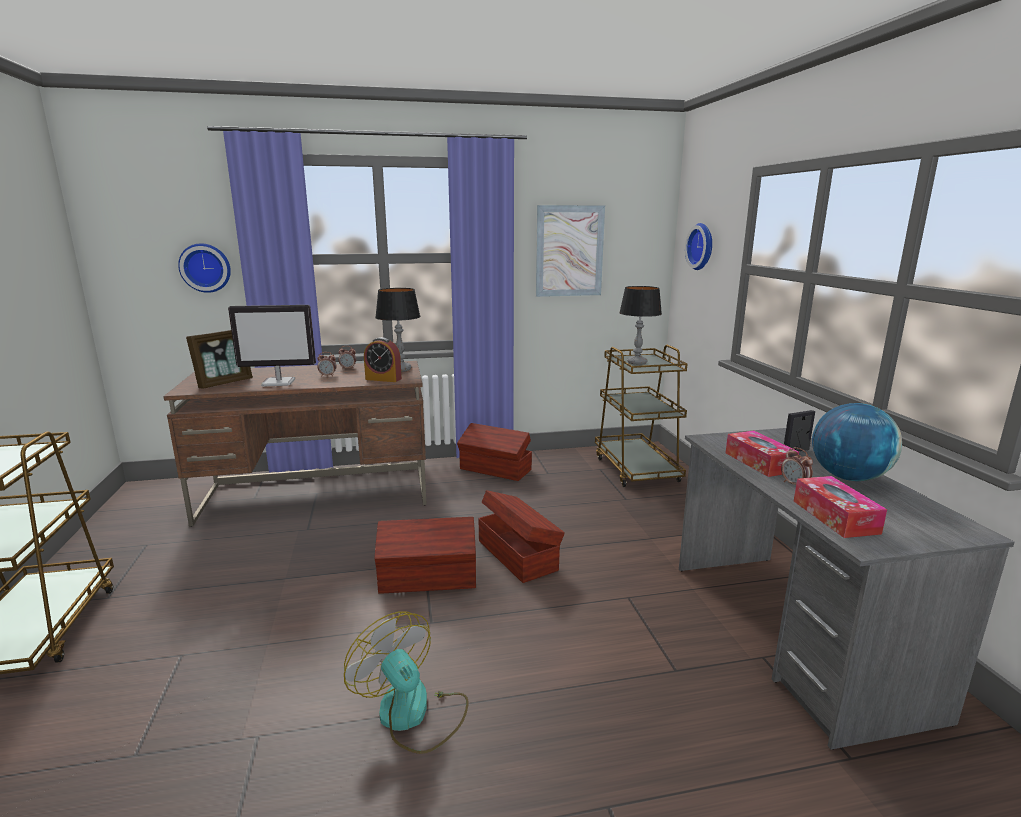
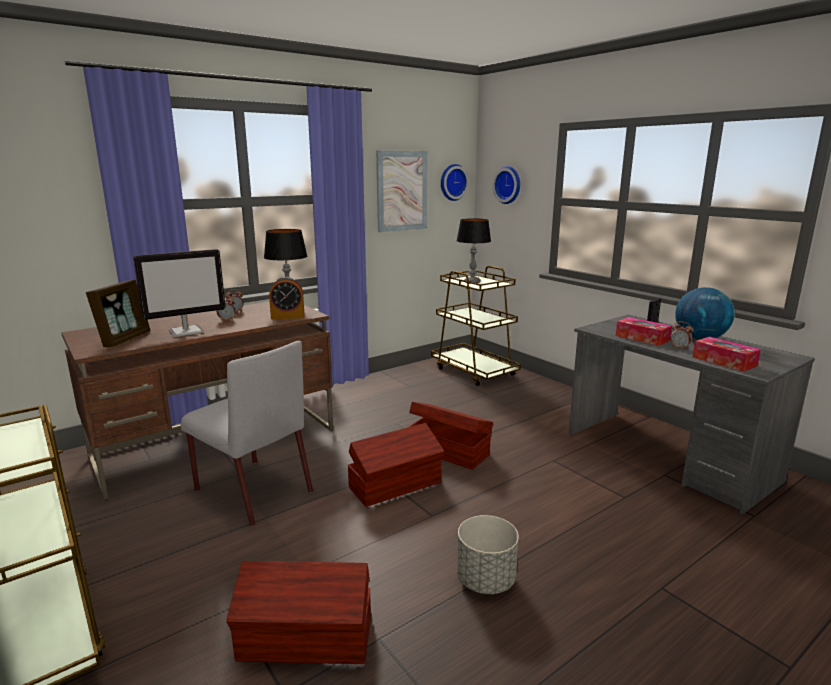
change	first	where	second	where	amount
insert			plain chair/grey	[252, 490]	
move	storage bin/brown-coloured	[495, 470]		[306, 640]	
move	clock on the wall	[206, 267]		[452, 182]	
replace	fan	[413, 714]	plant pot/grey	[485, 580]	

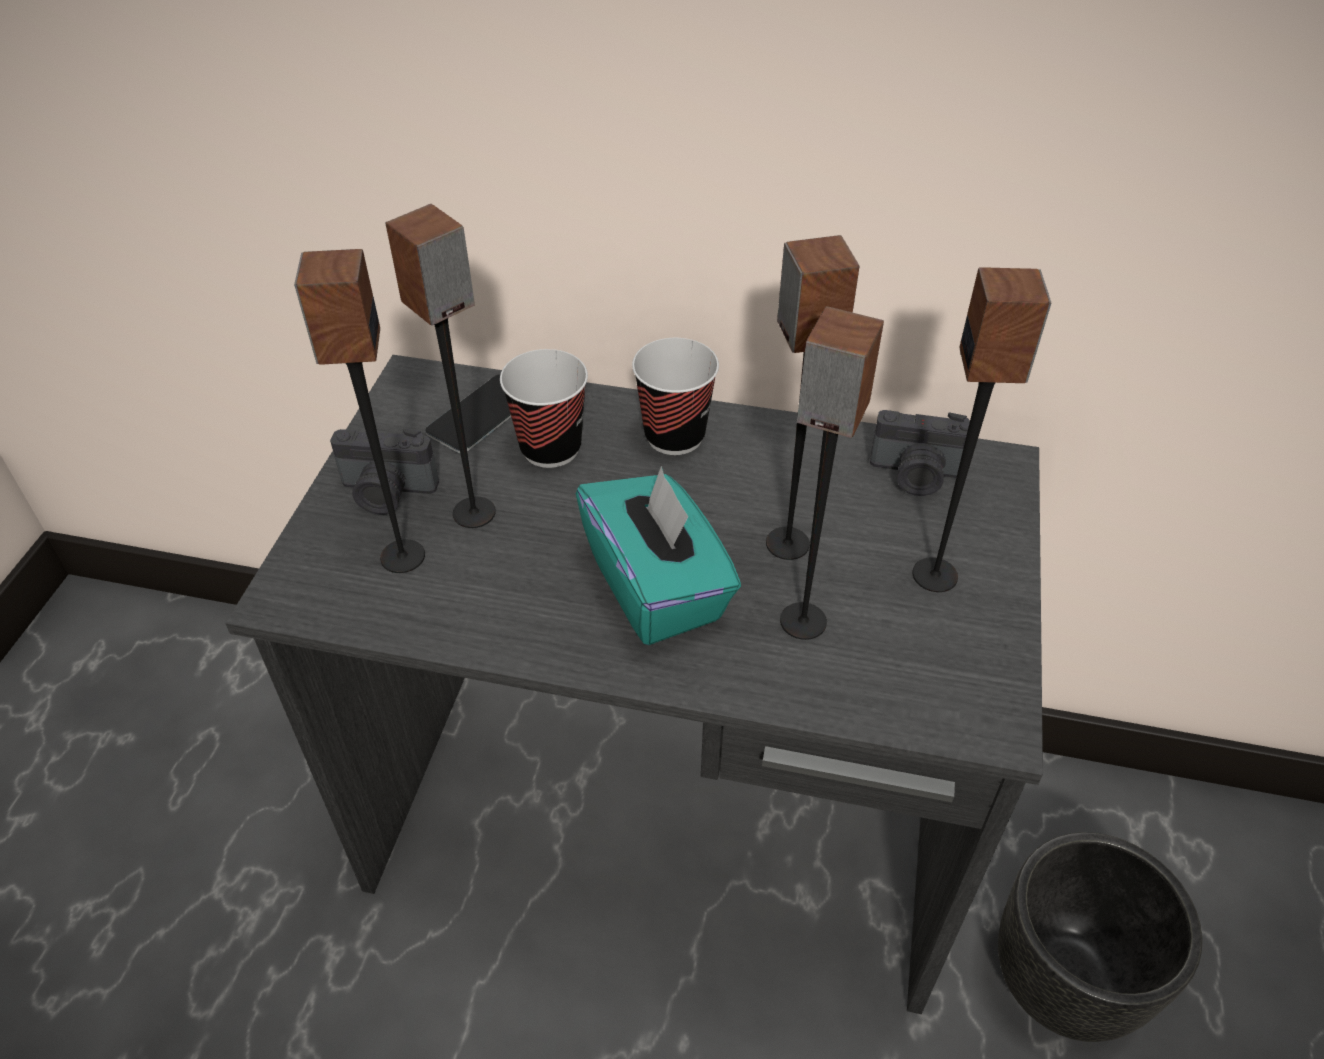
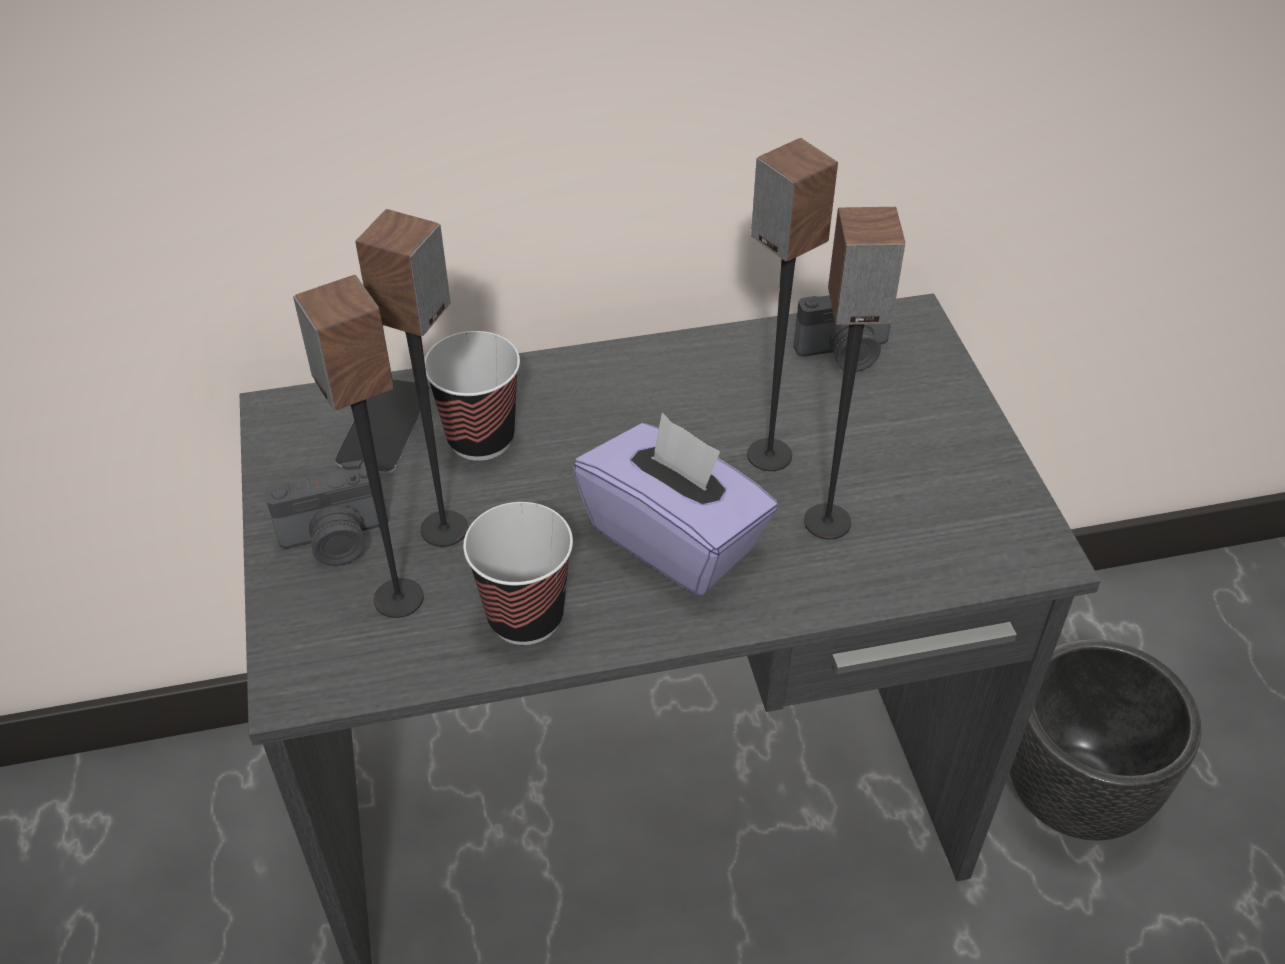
change	first	where	second	where	amount
move	cup	[674, 436]		[525, 616]	
recolor	box of tissues/turquoise	[657, 587]	box of tissues/purple-coloured	[675, 538]	
delete	audio speaker	[936, 575]			

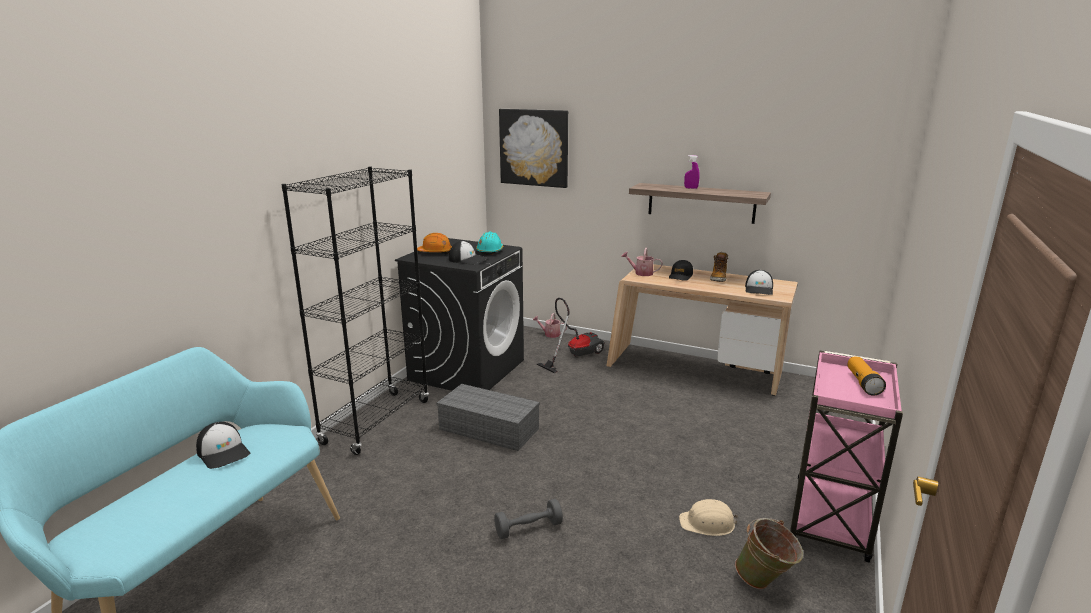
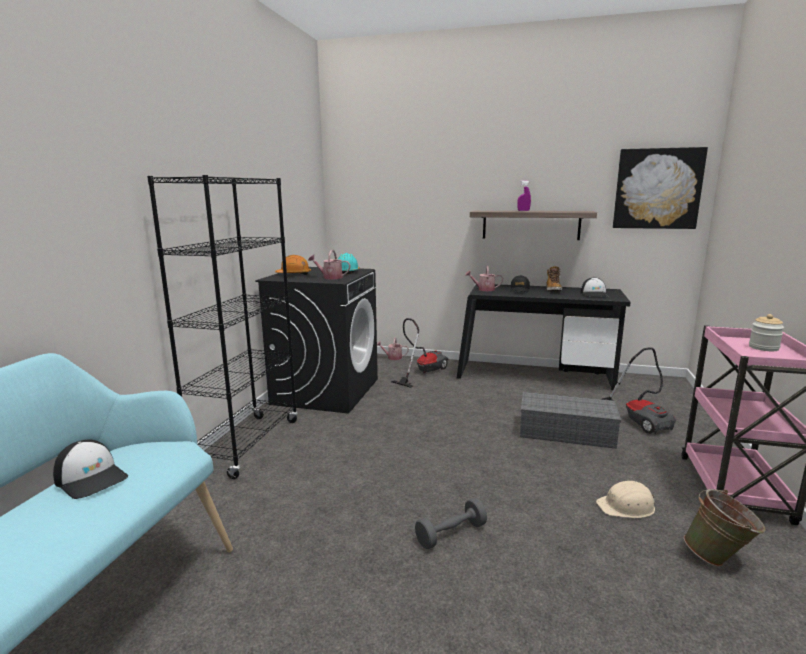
change	first	where	second	where	amount
replace	cap	[468, 259]	watering pot	[330, 277]	
recolor	desk unit/sand-coloured	[694, 370]	desk unit/black-coloured	[535, 376]	
move	storage bin/grey	[490, 428]		[567, 432]	
insert			vacuum cleaner	[638, 419]	
move	wall art	[534, 147]		[657, 189]	
replace	torch	[863, 383]	jar	[763, 348]	

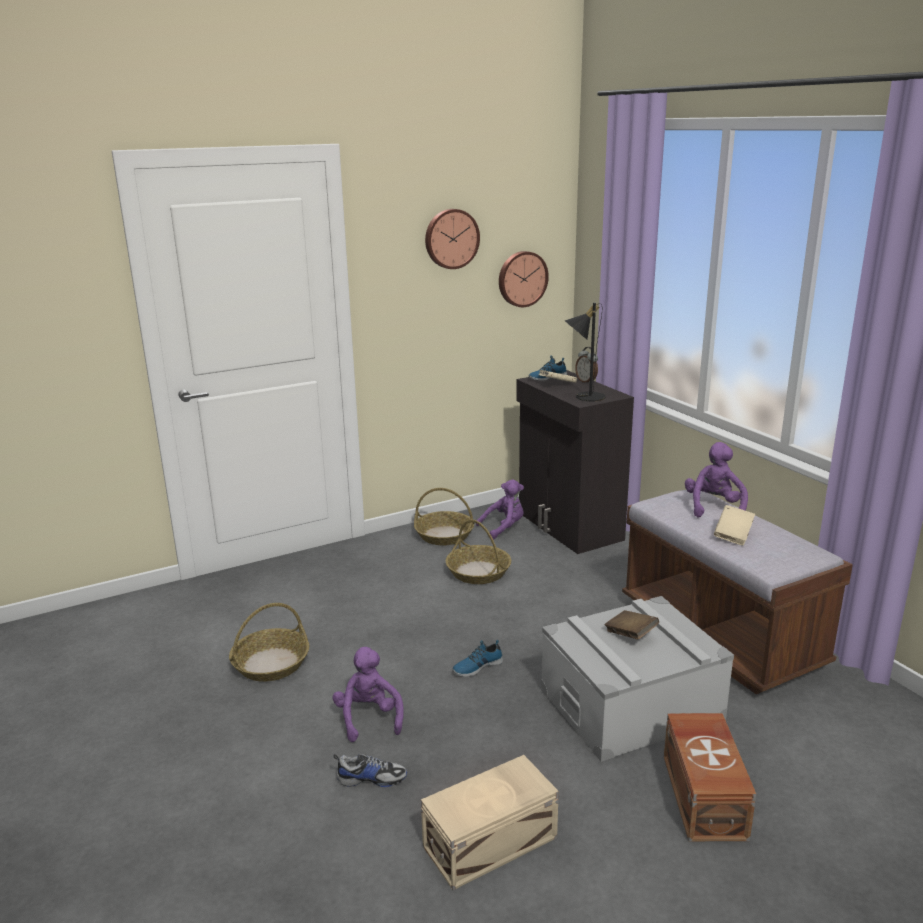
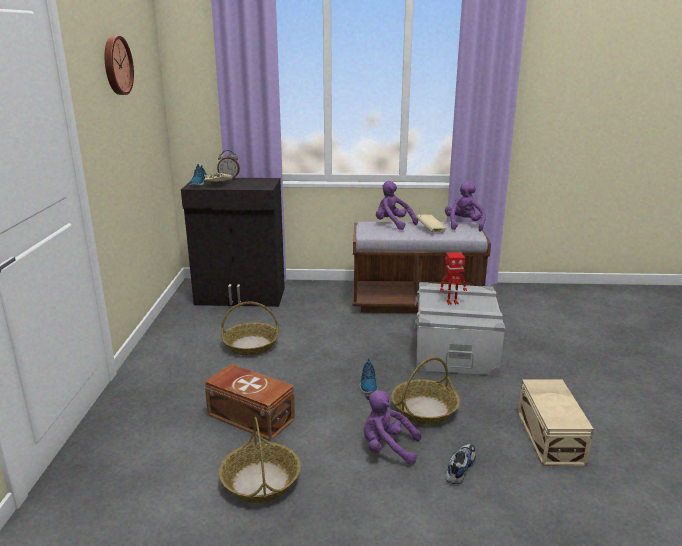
change	first	where	second	where	amount
move	storage bin/brown-coloured	[705, 795]		[250, 416]	
move	storage basket	[444, 535]		[424, 409]	
replace	bound book/brown-coloured	[630, 635]	model robot	[452, 302]	
move	plush toy/purple-coloured	[504, 528]		[463, 225]	
delete	clock on the wall	[522, 278]			
delete	table lamp/black-coloured	[584, 396]			

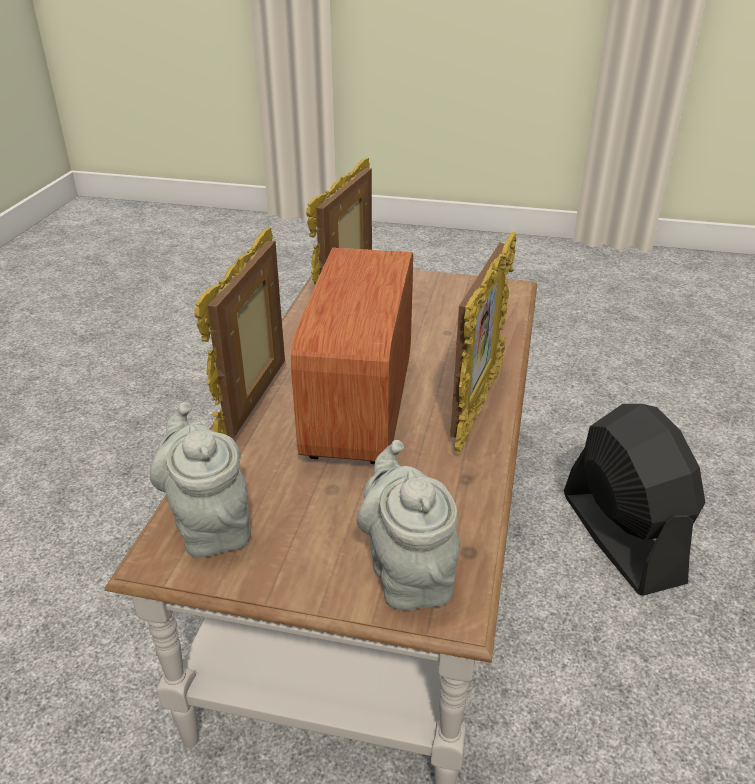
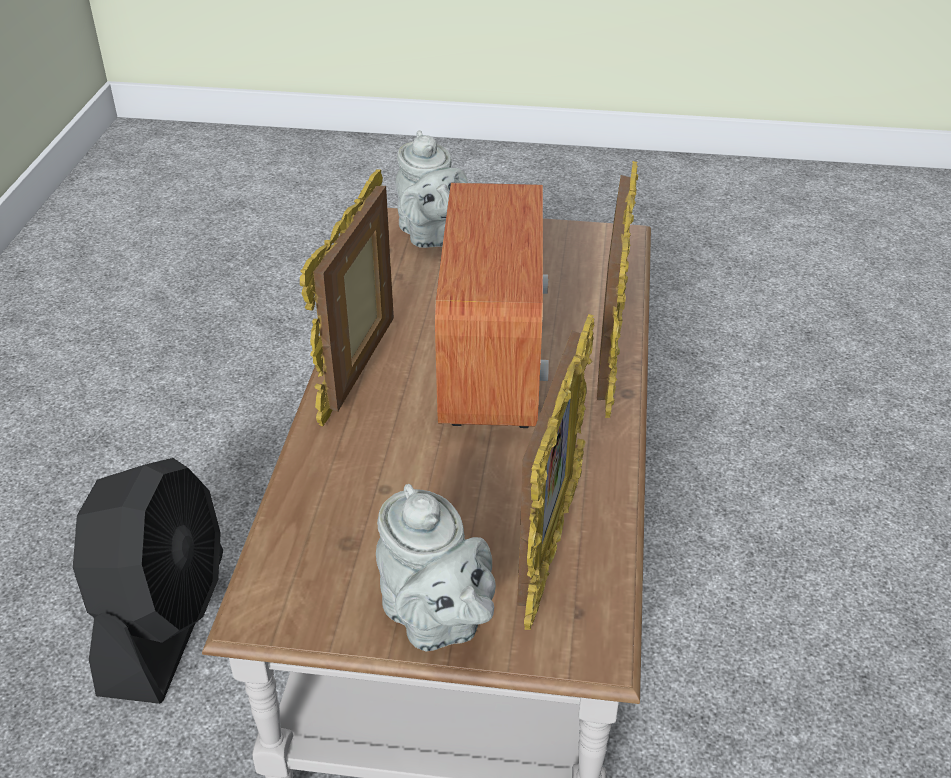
change	first	where	second	where	amount
rotate	fan/black-coloured	[620, 536]		[165, 621]	150 degrees counterclockwise
move	pot for tea/grey	[209, 524]		[435, 621]	

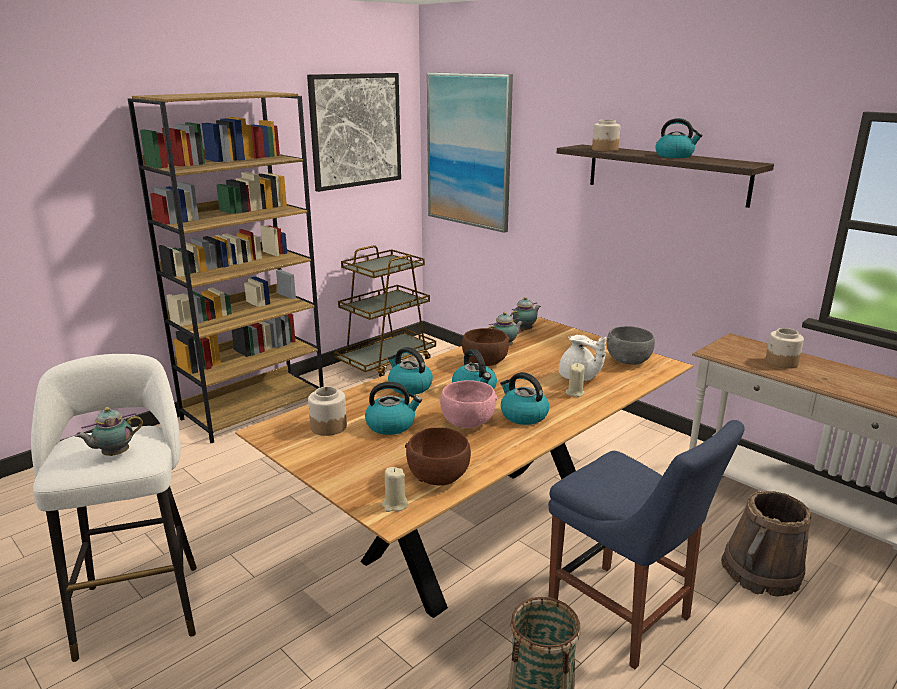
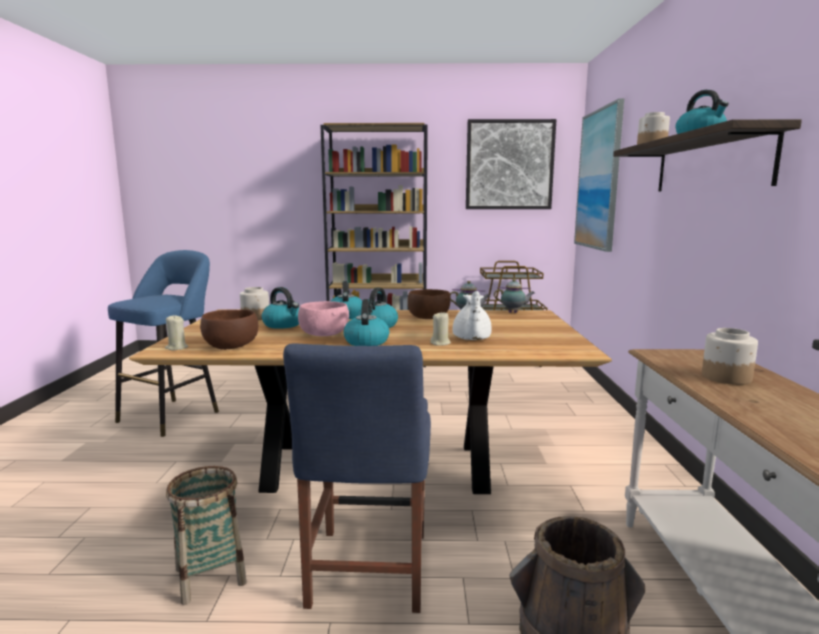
change	first	where	second	where	amount
recolor	sitting stool/whitish	[140, 604]	sitting stool/bluish	[173, 415]	
delete	pot for tea	[114, 454]			
delete	bowl/grey	[628, 360]			

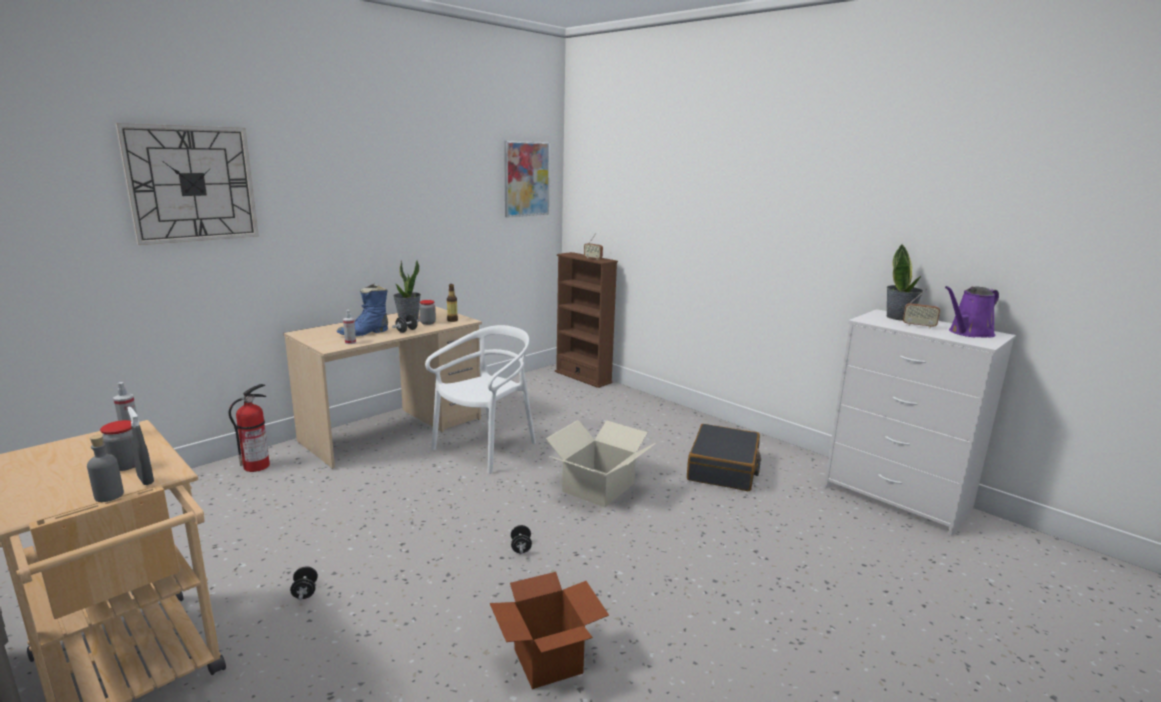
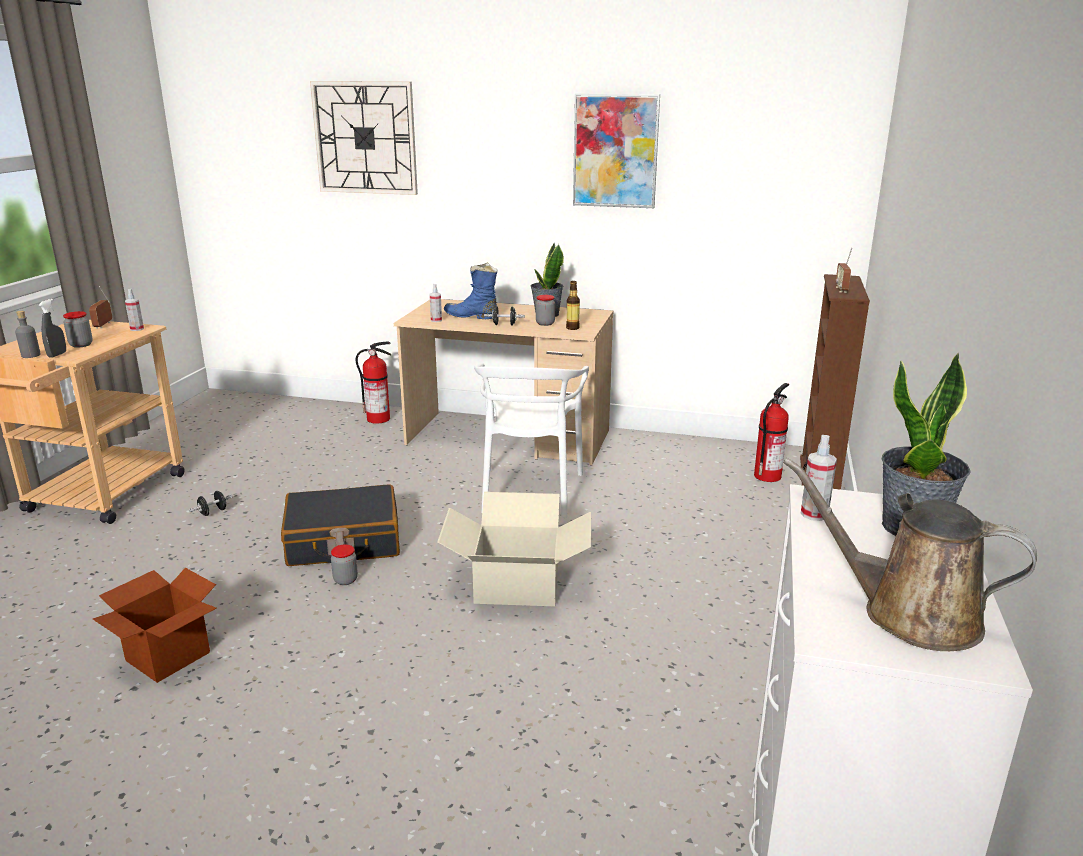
change	first	where	second	where	amount
move	radio	[919, 326]		[103, 325]	
move	suitcase/black-coloured	[723, 469]		[343, 542]	
replace	free weight/black-coloured	[521, 547]	jar	[345, 580]	
rotate	plain chair/whitish	[486, 448]		[529, 492]	90 degrees clockwise
move	wall art	[526, 179]		[615, 151]	
insert			fire extinguisher	[767, 476]	
recolor	watering pot/purple-coloured	[968, 333]	watering pot/brown-coloured	[909, 615]	
insert			sprayer	[814, 514]	

